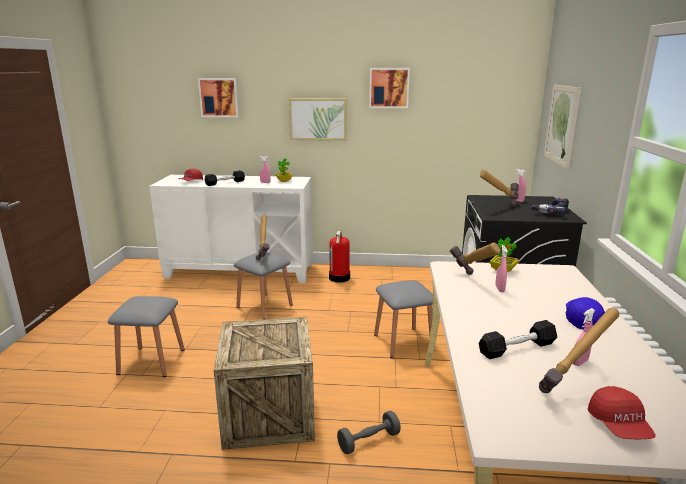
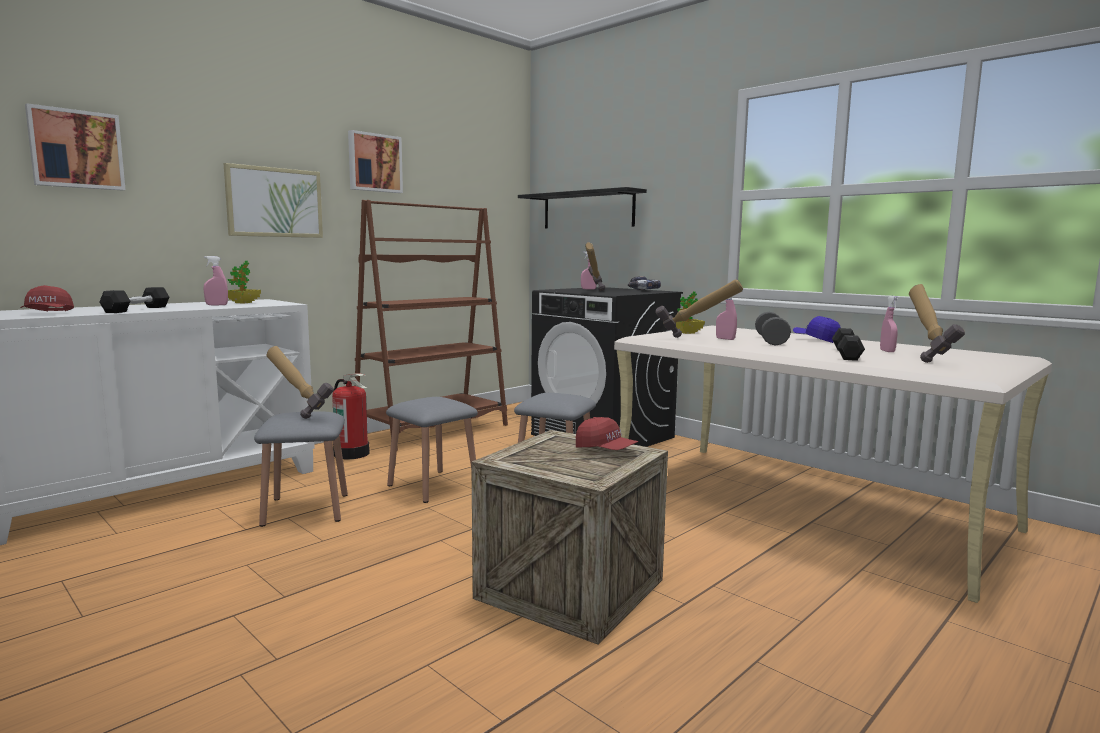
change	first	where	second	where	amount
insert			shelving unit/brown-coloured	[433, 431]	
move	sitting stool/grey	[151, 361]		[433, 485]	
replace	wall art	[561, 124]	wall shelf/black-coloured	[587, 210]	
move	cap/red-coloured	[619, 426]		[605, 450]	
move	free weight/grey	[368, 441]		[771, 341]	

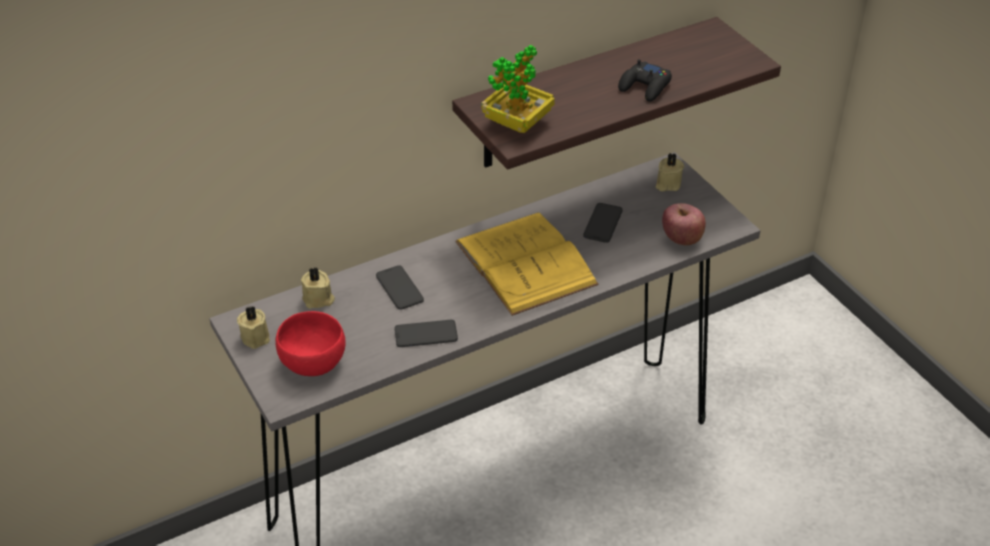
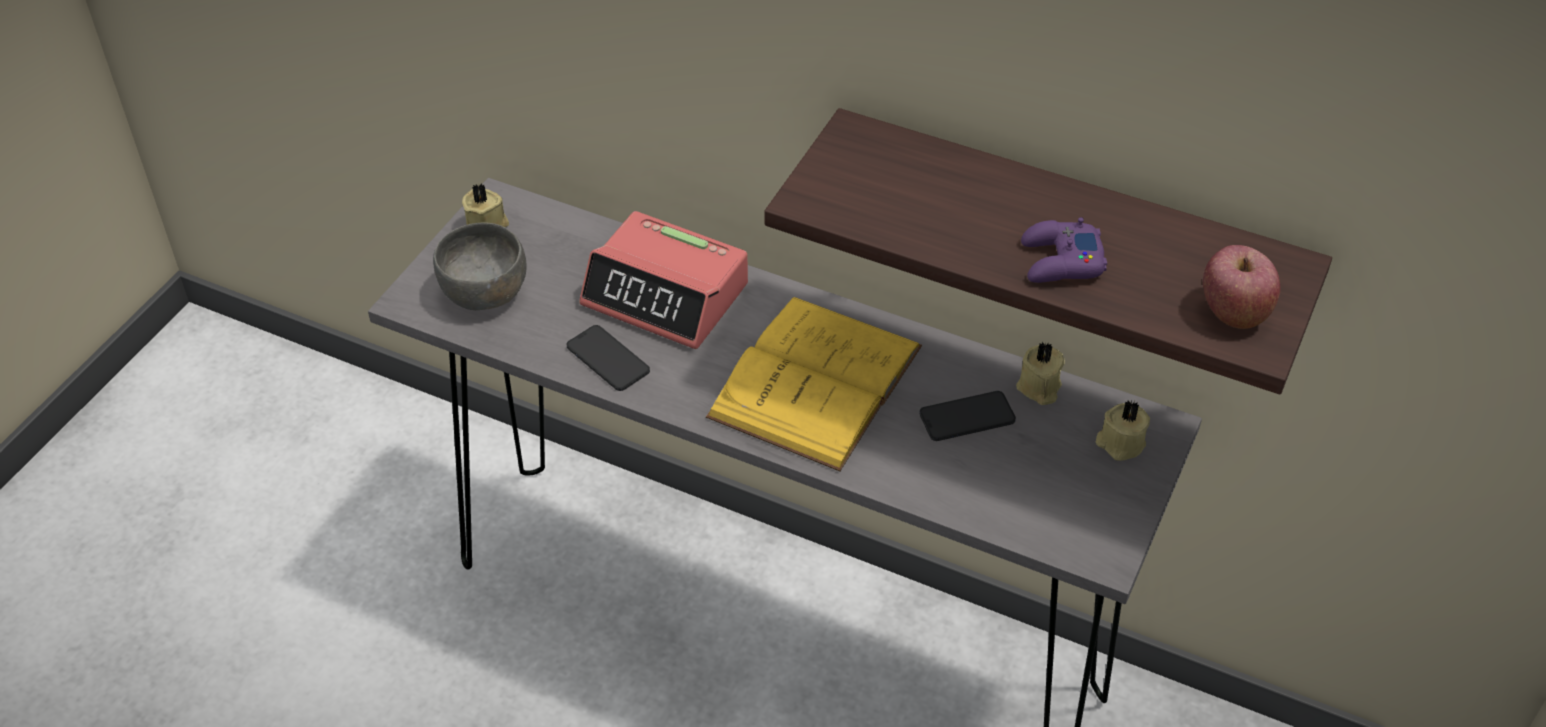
change	first	where	second	where	amount
recolor	bowl/red-coloured	[314, 362]	bowl/grey	[485, 292]	
replace	telephone	[399, 288]	alarm clock	[666, 295]	
move	wax light/sand-coloured	[318, 299]		[1039, 388]	
recolor	game controller/black-coloured	[645, 87]	game controller/purple-coloured	[1061, 261]	
move	apple fruit	[681, 239]		[1233, 312]	
delete	plant in a pot	[517, 123]			

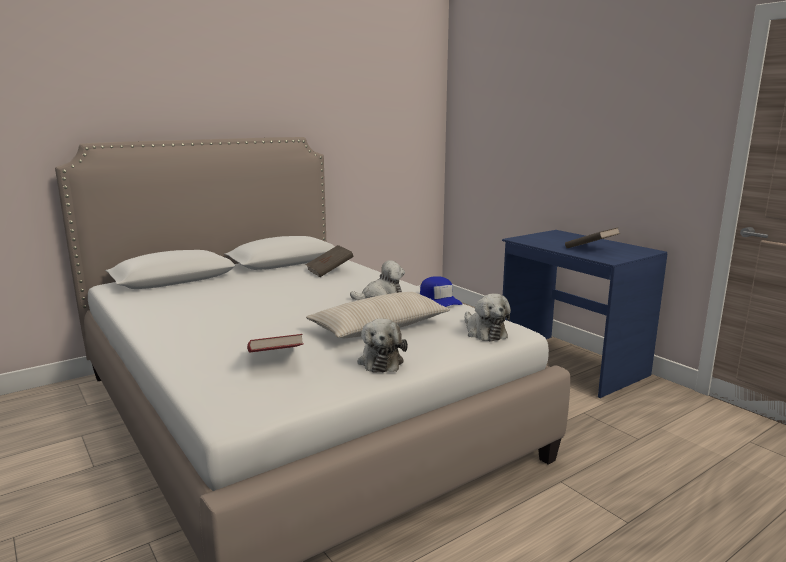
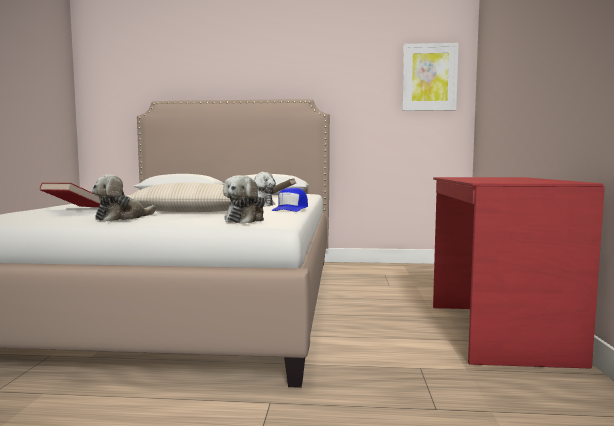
change	first	where	second	where	amount
insert			wall art	[429, 77]	
recolor	desk unit/bluish	[570, 364]	desk unit/red-coloured	[496, 332]	
delete	bound book/brown-coloured	[590, 249]			

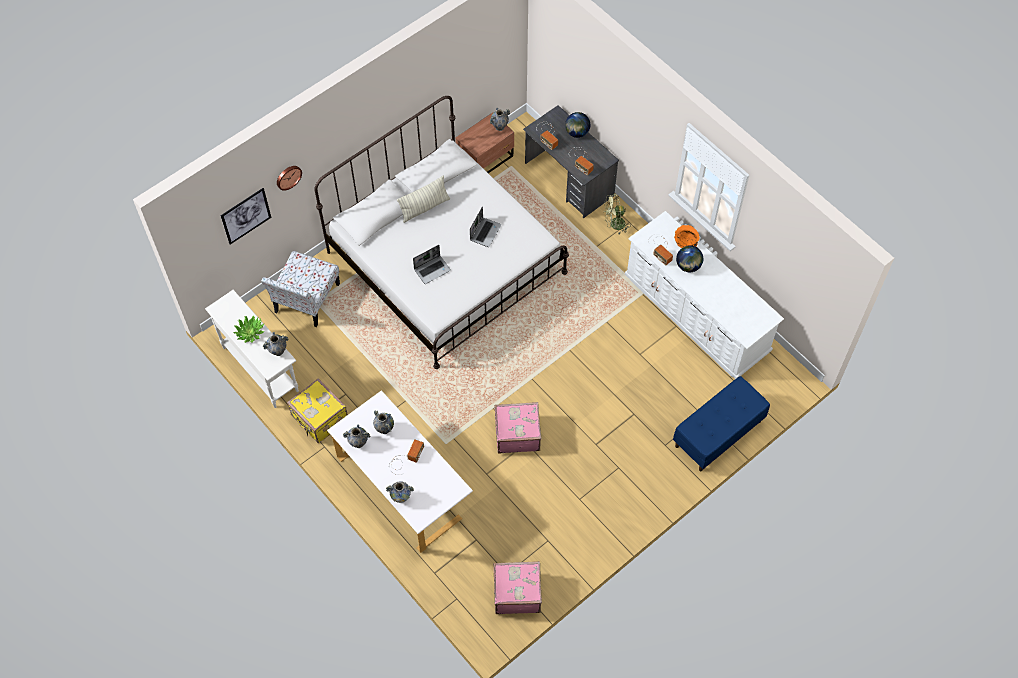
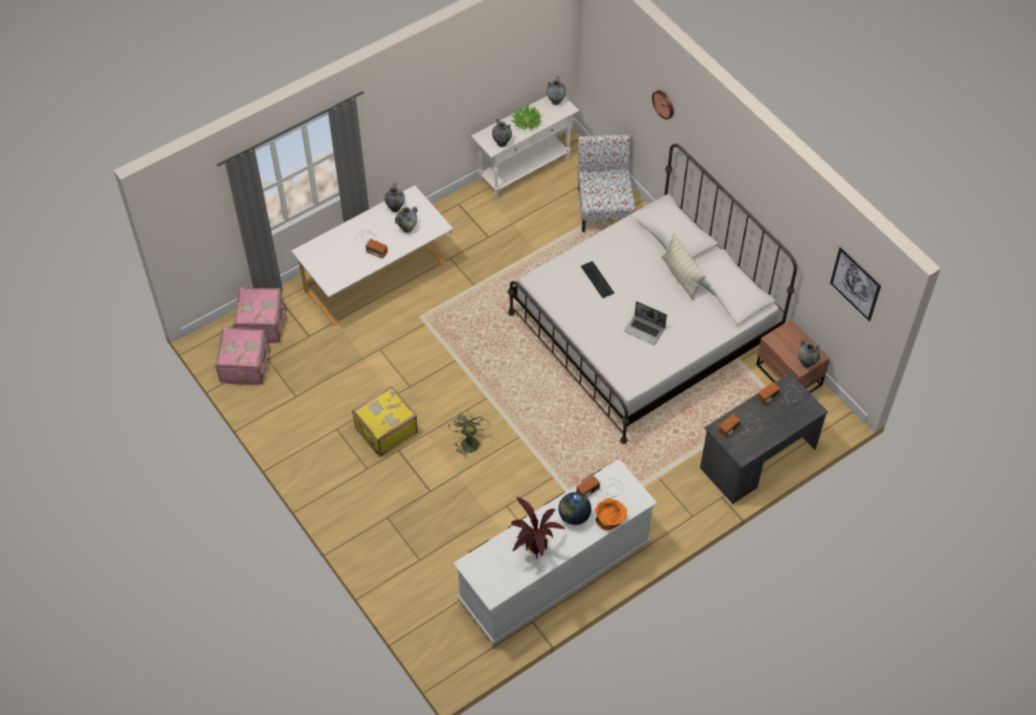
change	first	where	second	where	amount
move	suitcase/pink	[517, 434]		[262, 325]	
move	suitcase/yellow	[319, 419]		[385, 430]	
move	fan/greenish	[614, 225]		[468, 441]	
insert			plant in a pot	[534, 549]	
move	flower vase	[401, 498]		[555, 101]	
rotate	plain chair	[306, 299]		[604, 207]	60 degrees clockwise
replace	portable computer	[432, 269]	keyboard	[598, 279]	
move	wall art	[246, 216]		[855, 284]	
delete	desk globe	[577, 132]			
delete	indoor bench/bluish	[718, 434]			

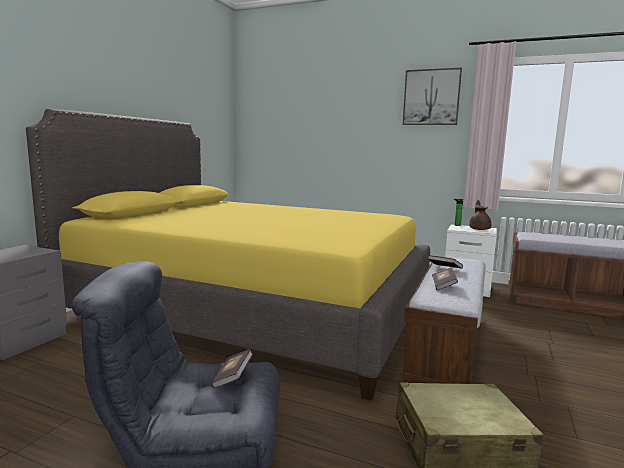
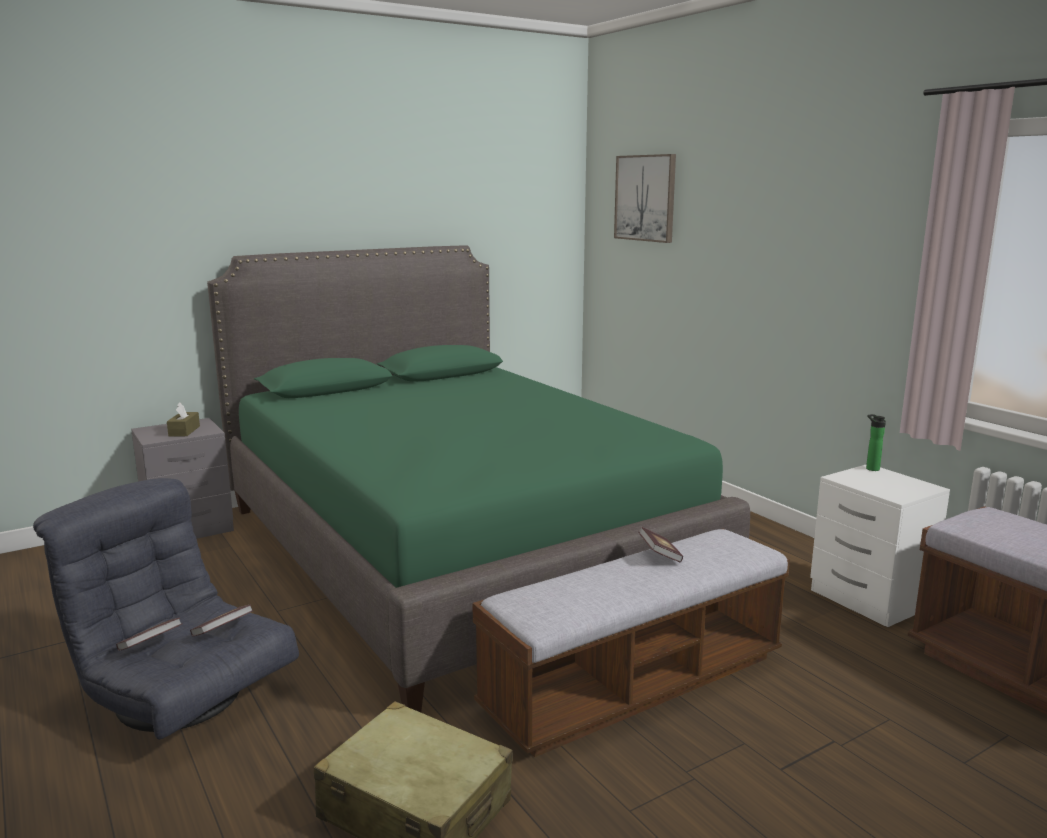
change	first	where	second	where	amount
move	bound book	[443, 286]		[151, 645]	
insert			box of tissues/brown-coloured	[184, 431]	
recolor	bed/yellow	[252, 309]	bed/greenish	[457, 549]	
move	wall art	[431, 97]		[645, 198]	
delete	pot for tea/brown-coloured	[479, 229]			

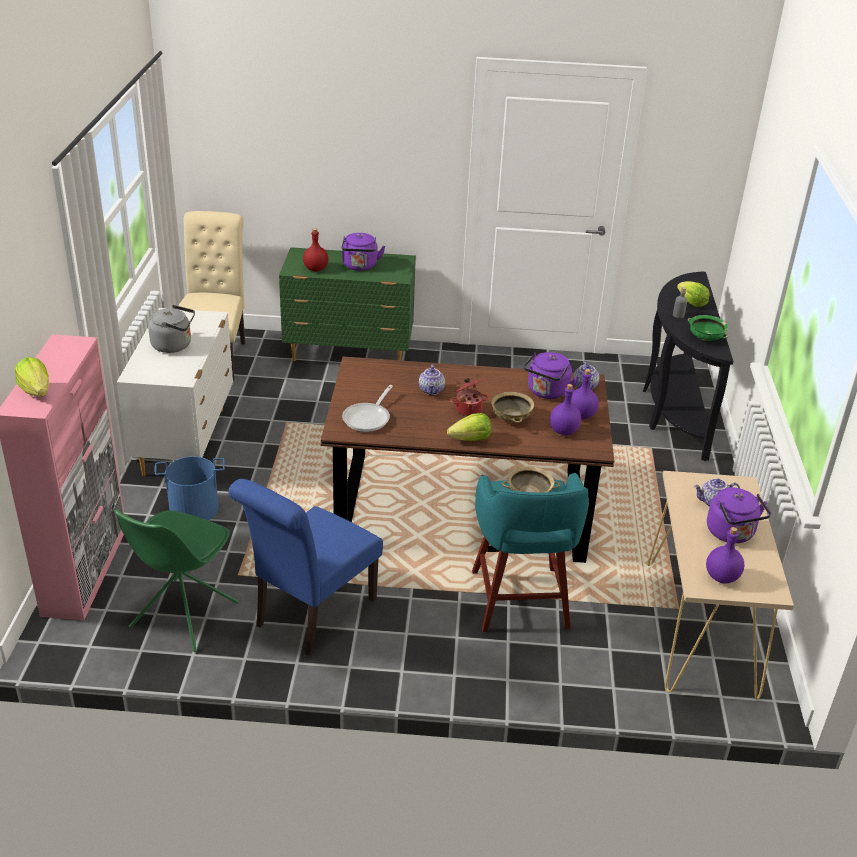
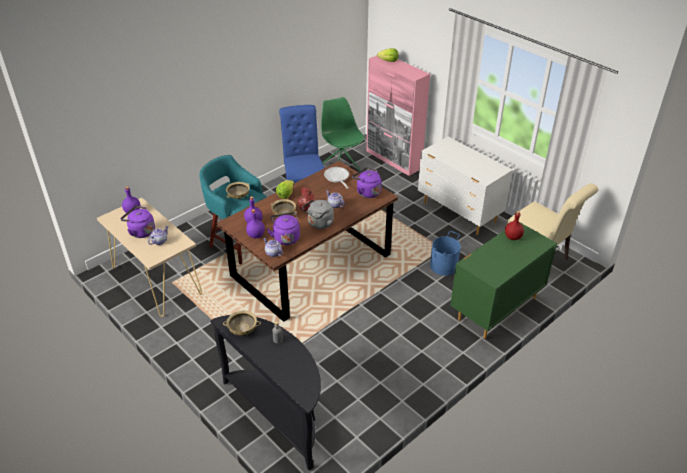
change	first	where	second	where	amount
recolor	bowl/greenish	[706, 338]	bowl/sand-coloured	[242, 329]	
move	tea kettle/grey	[174, 345]		[319, 224]	
move	tea kettle/purple-coloured	[360, 266]		[367, 192]	
move	pail/bluish	[194, 509]		[443, 266]	
delete	lettuce head	[691, 303]			

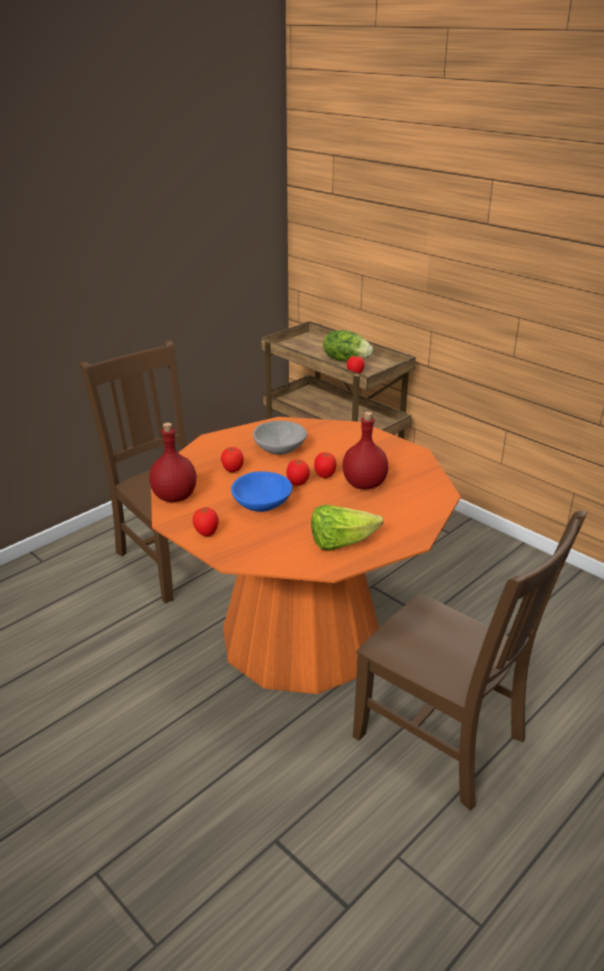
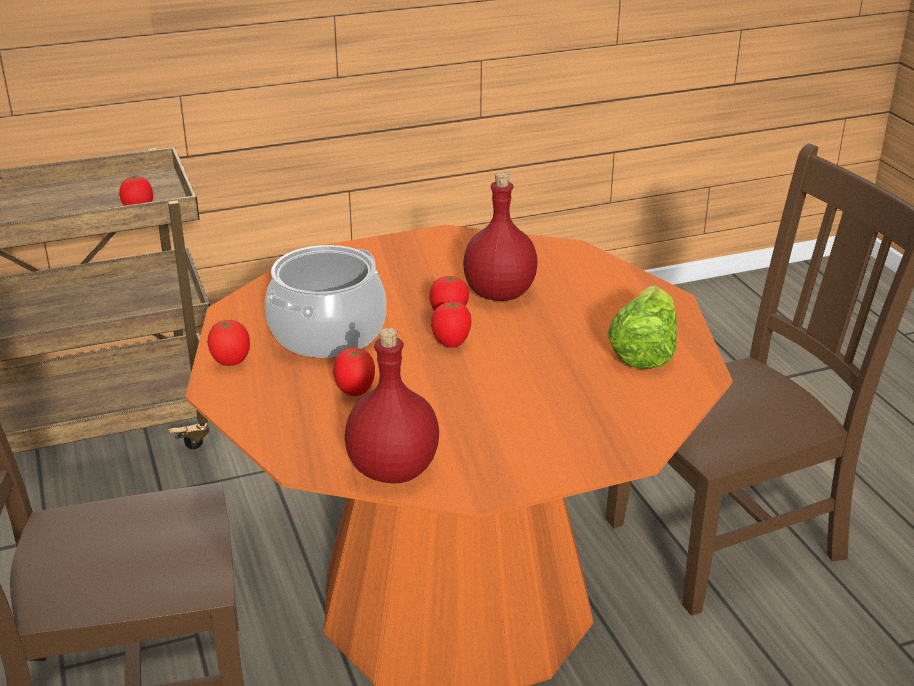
change	first	where	second	where	amount
move	tomato	[206, 533]		[230, 363]	
replace	bowl/grey	[280, 449]	stockpot	[327, 332]	
delete	bowl/bluish	[262, 505]			
delete	lettuce head	[346, 360]			

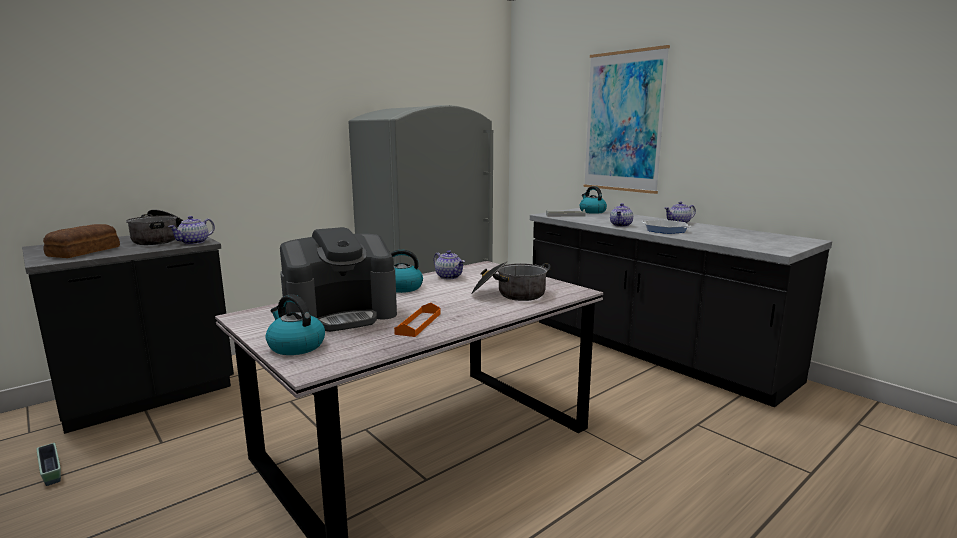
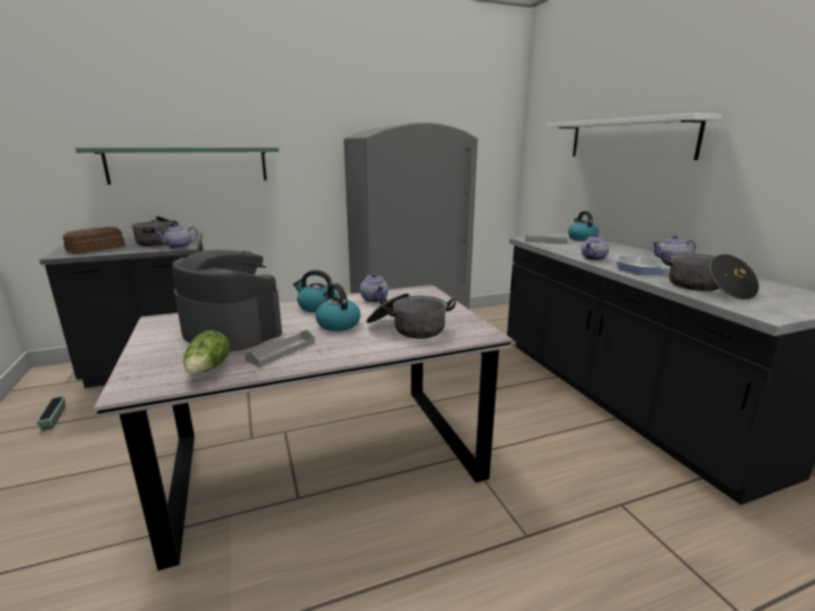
change	first	where	second	where	amount
insert			wall shelf/greenish	[188, 165]	
rotate	coffee maker	[341, 315]		[230, 331]	135 degrees counterclockwise
insert			lettuce head	[208, 370]	
recolor	carrying tray/orangey	[418, 323]	carrying tray/grey	[282, 351]	
move	tea kettle	[295, 346]		[337, 324]	
replace	wall art	[623, 122]	wall shelf/whitish	[629, 139]	
insert			stockpot	[706, 288]	

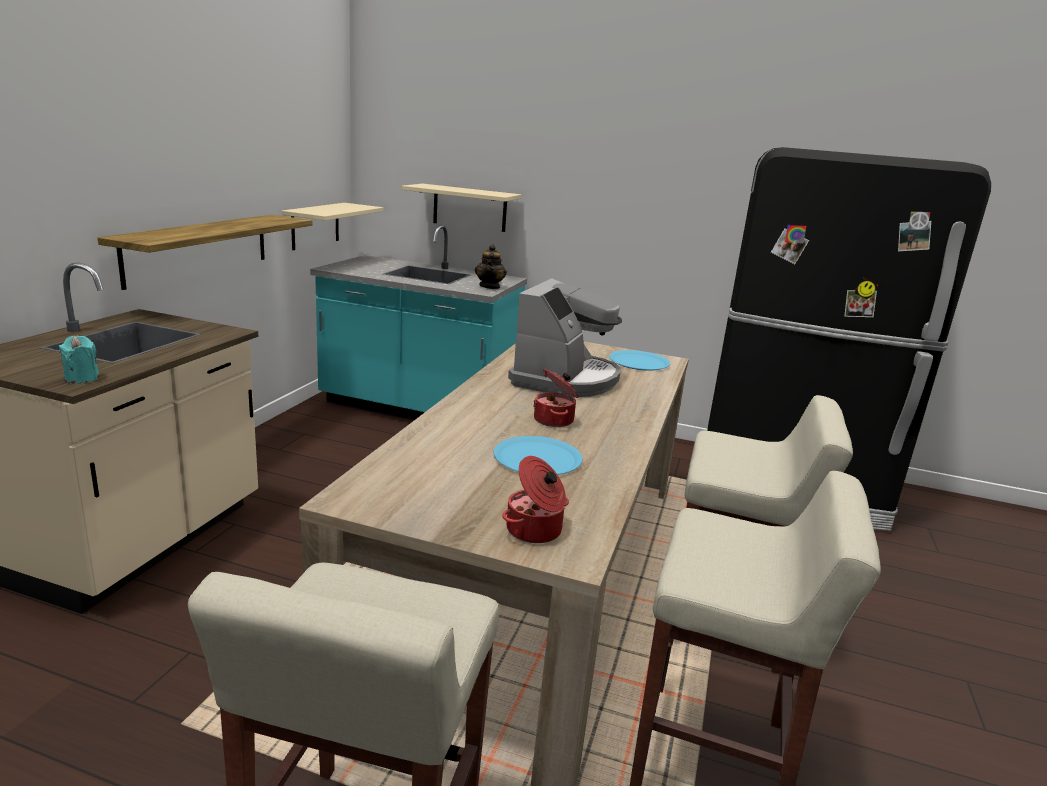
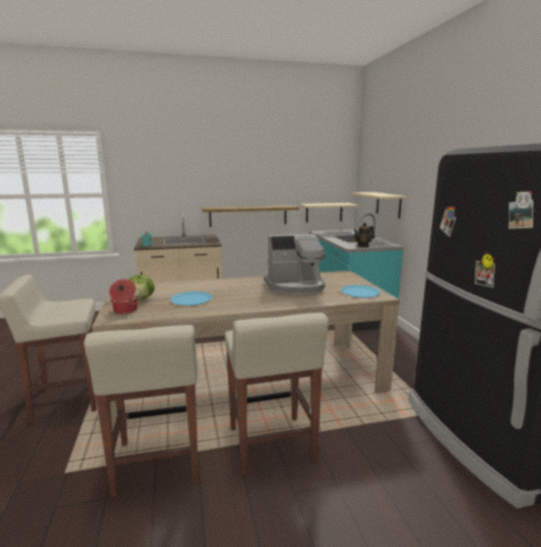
change	first	where	second	where	amount
insert			lettuce head	[141, 299]	
delete	stockpot	[555, 420]			

